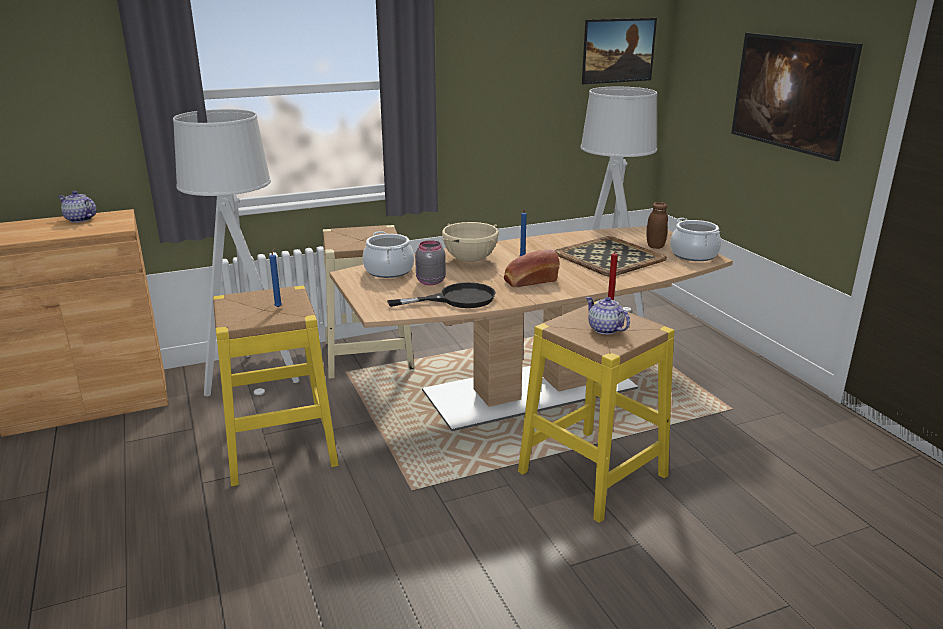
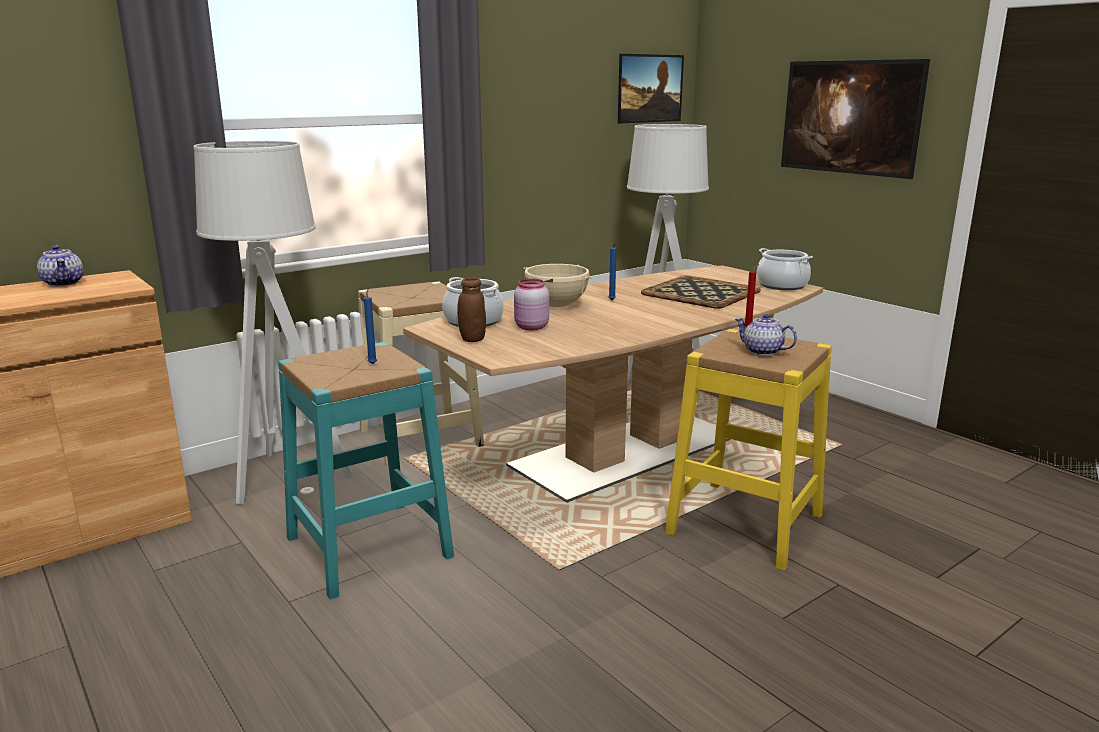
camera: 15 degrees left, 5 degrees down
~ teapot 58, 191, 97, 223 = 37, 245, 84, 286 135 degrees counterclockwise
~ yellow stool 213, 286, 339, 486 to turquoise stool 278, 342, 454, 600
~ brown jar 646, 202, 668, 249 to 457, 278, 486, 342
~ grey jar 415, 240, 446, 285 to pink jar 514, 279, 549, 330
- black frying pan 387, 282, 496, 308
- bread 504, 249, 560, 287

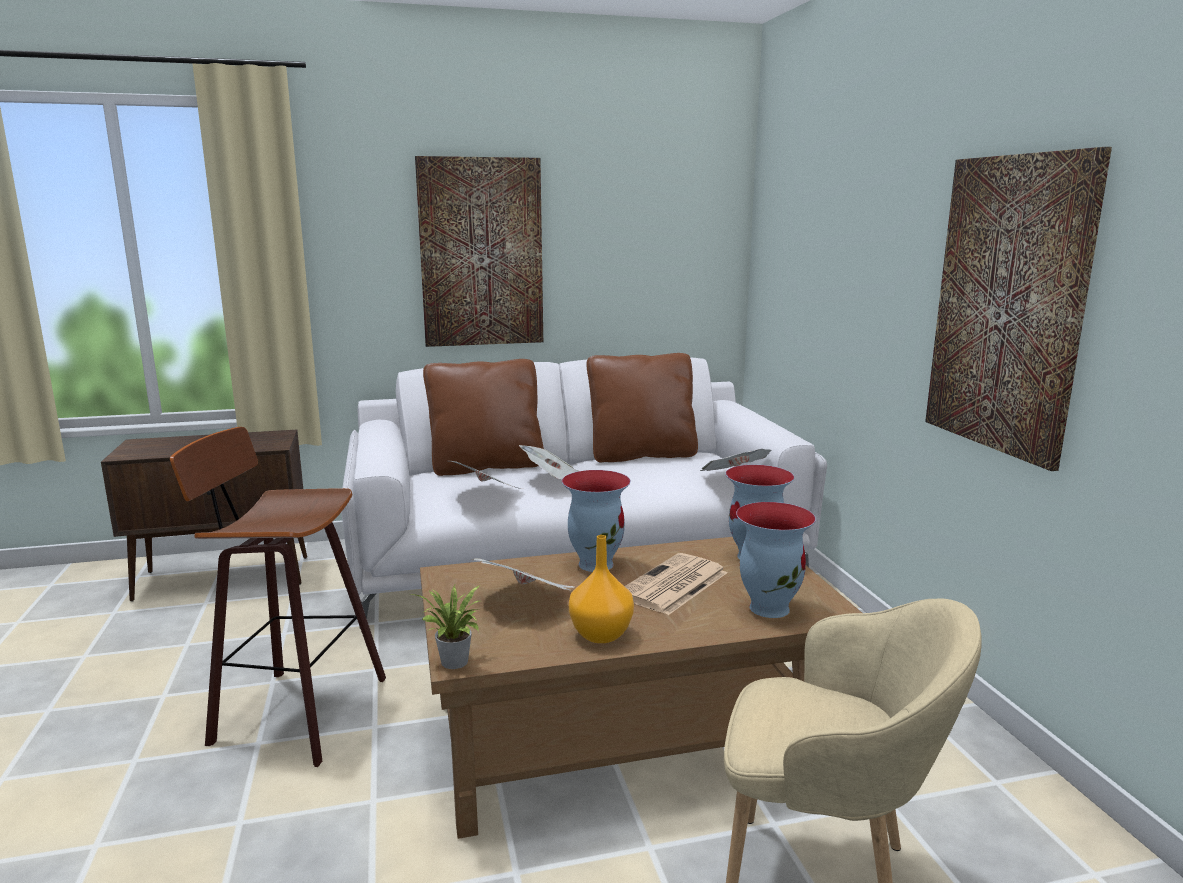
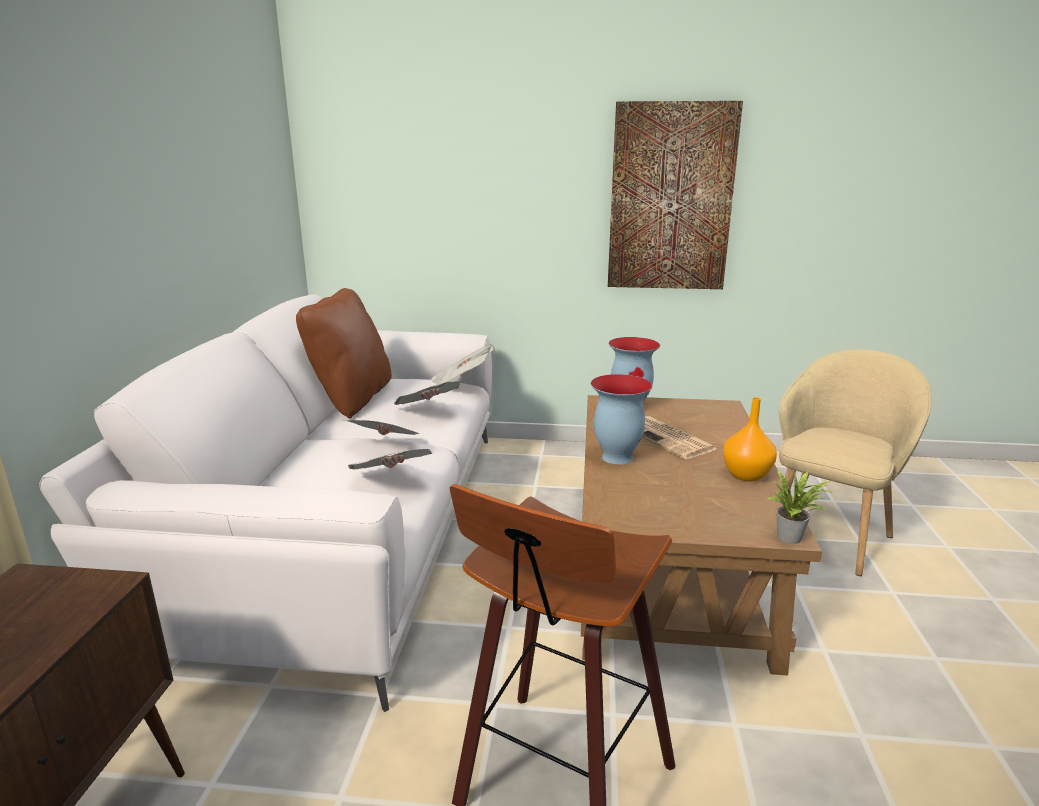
camera: 70 degrees left, 5 degrees up
~ newspaper 471, 558, 574, 590 to 394, 381, 460, 405
- picture 415, 156, 543, 347
- brown pillow 423, 359, 544, 476
- vase 736, 502, 816, 618

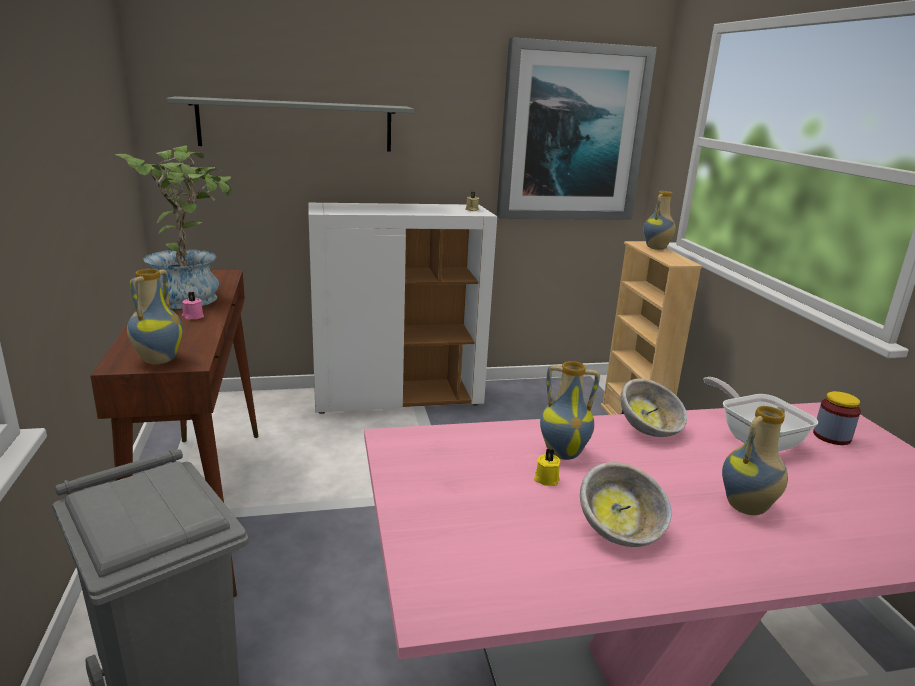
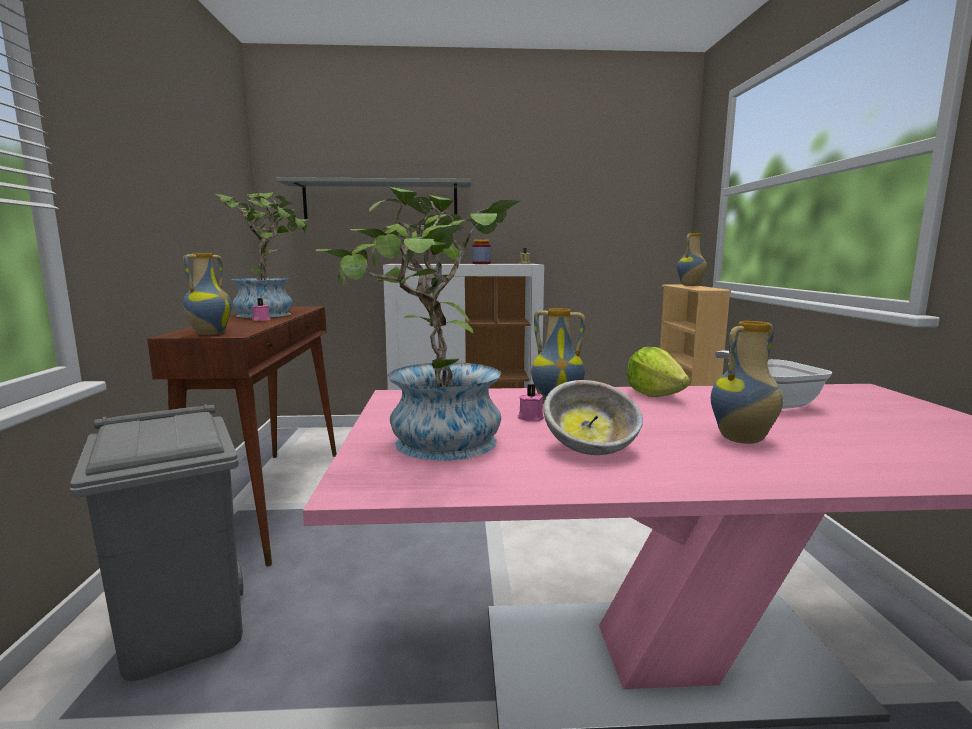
camera: 10 degrees right, 10 degrees down
+ potted plant 315, 187, 521, 461
~ jar 813, 391, 861, 445 to 472, 240, 491, 264
~ yellow candle 534, 448, 561, 486 to pink candle 517, 384, 544, 422
~ bowl 620, 378, 687, 437 to lettuce 626, 347, 690, 397
- picture 497, 37, 657, 220

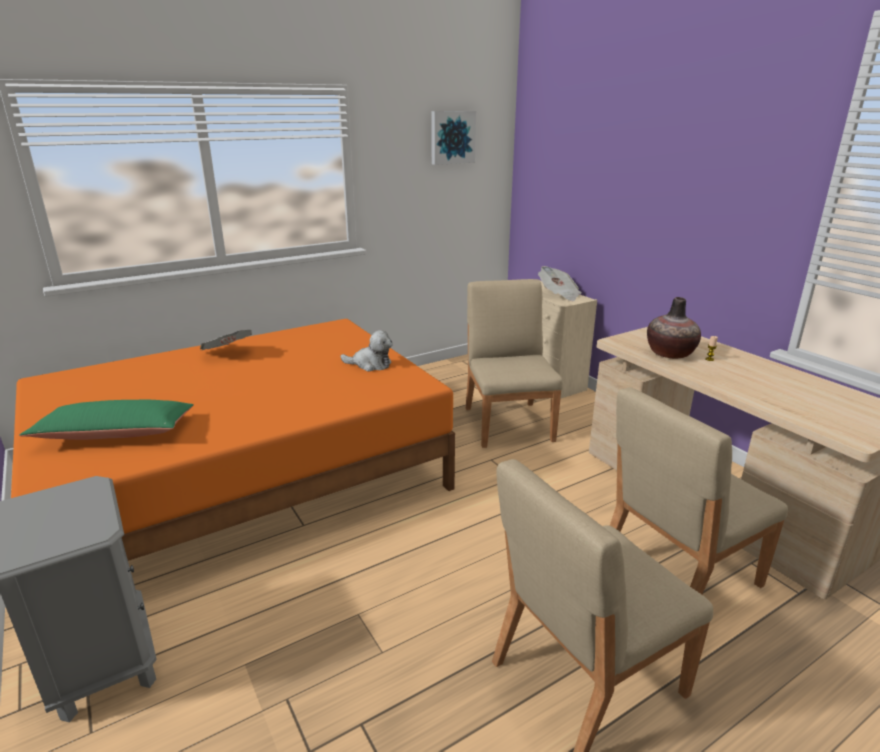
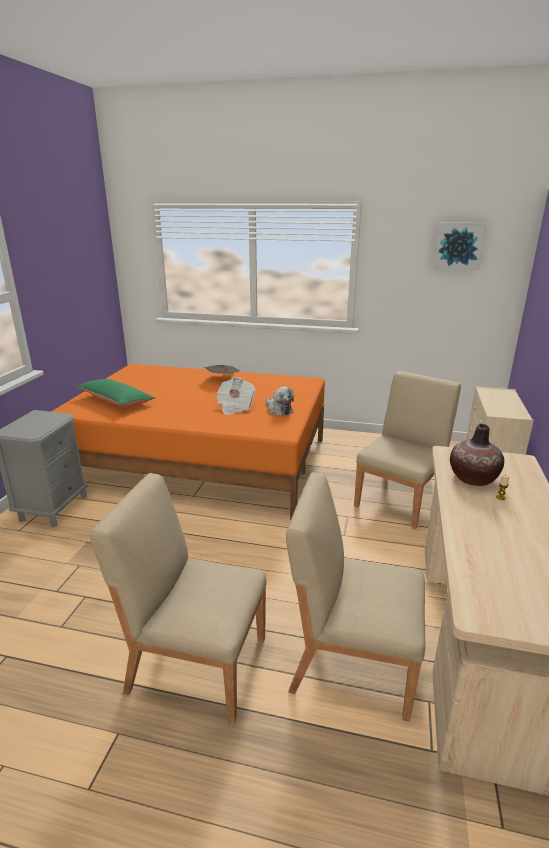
camera: 45 degrees right, 0 degrees up
~ newspaper 538, 266, 582, 301 to 216, 377, 256, 414

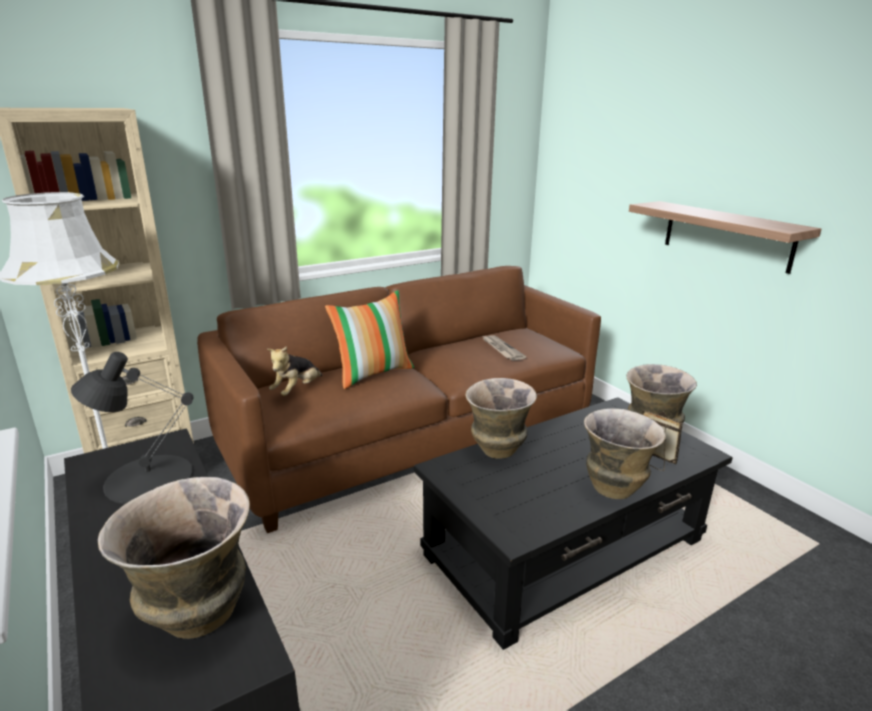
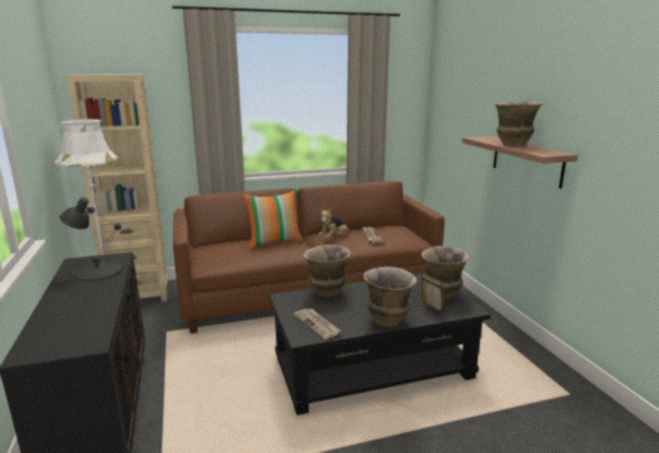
camera: 15 degrees right, 5 degrees down
+ newspaper 294, 309, 341, 340
~ plush toy 267, 346, 322, 396 to 318, 208, 350, 238
~ vase 98, 477, 250, 639 to 495, 101, 542, 147

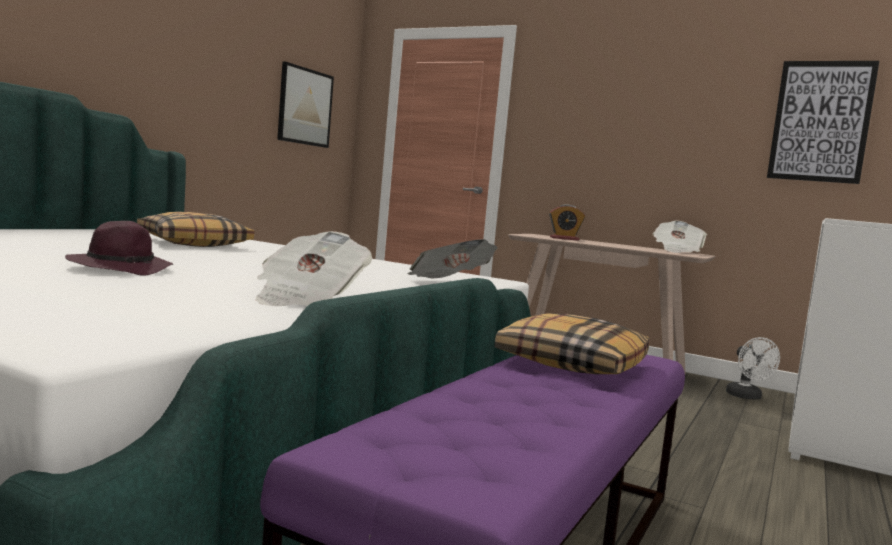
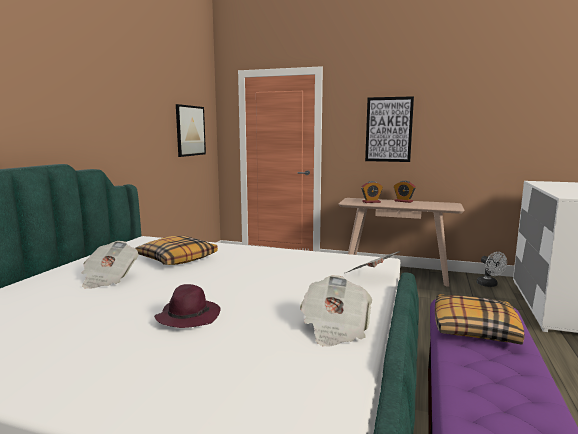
camera: 10 degrees left, 5 degrees up
~ newspaper 653, 220, 707, 253 to 82, 241, 138, 289
~ picture 767, 61, 879, 184 to 365, 96, 414, 162
+ alarm clock 394, 181, 415, 203

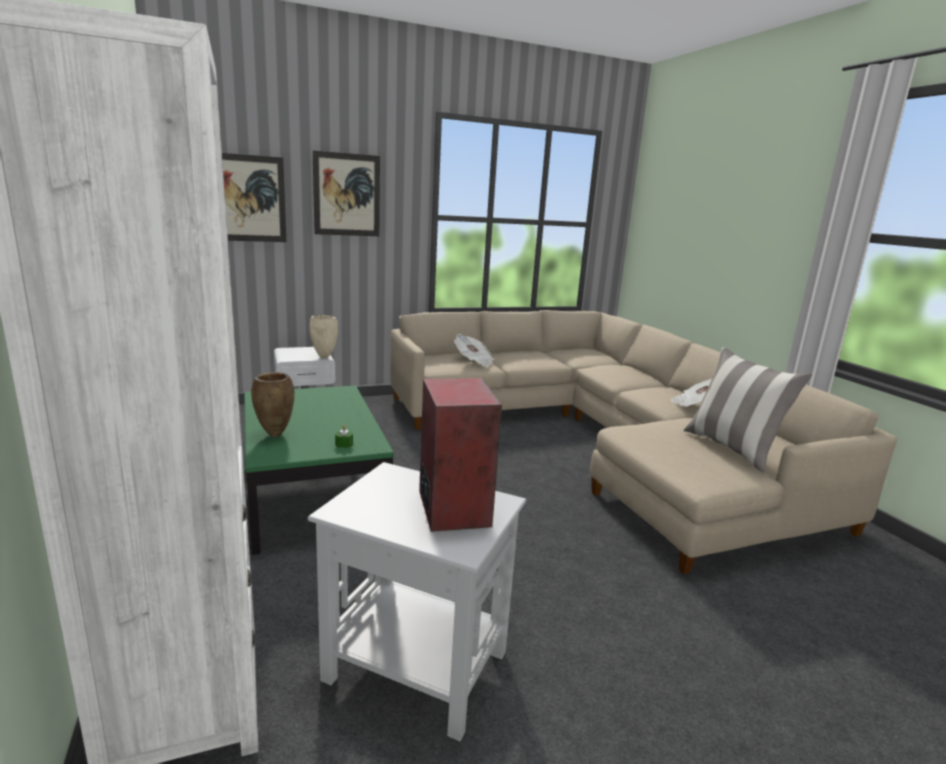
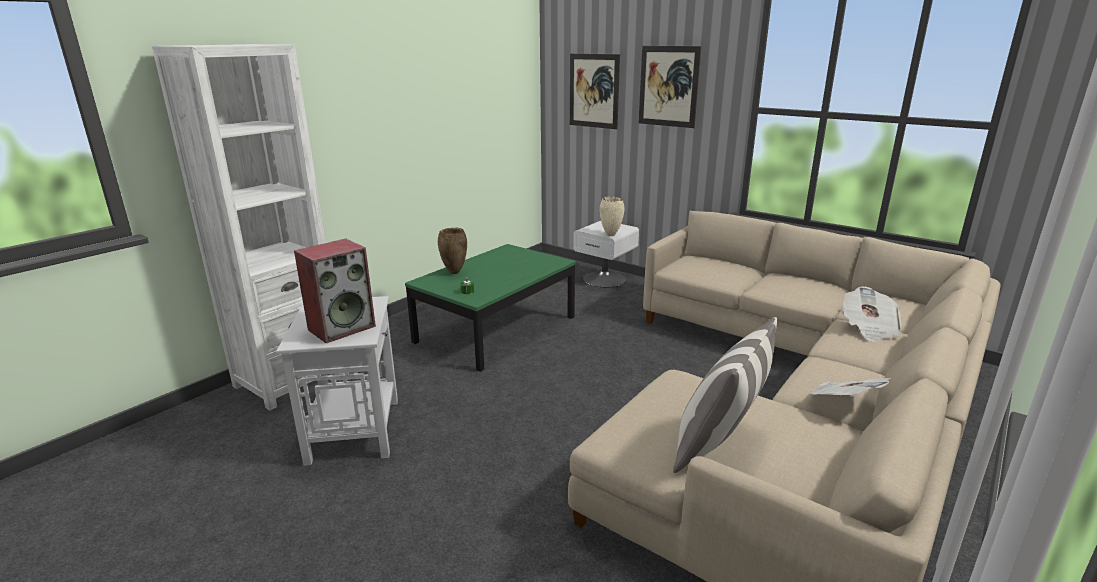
camera: 60 degrees right, 5 degrees up
~ newspaper 454, 334, 494, 367 to 842, 286, 901, 341

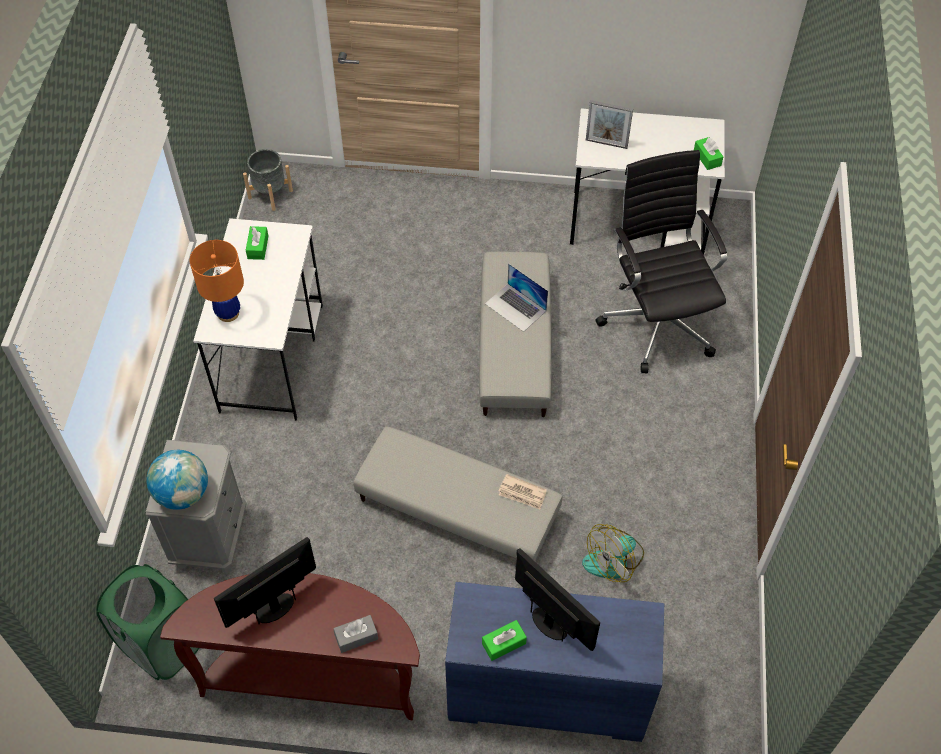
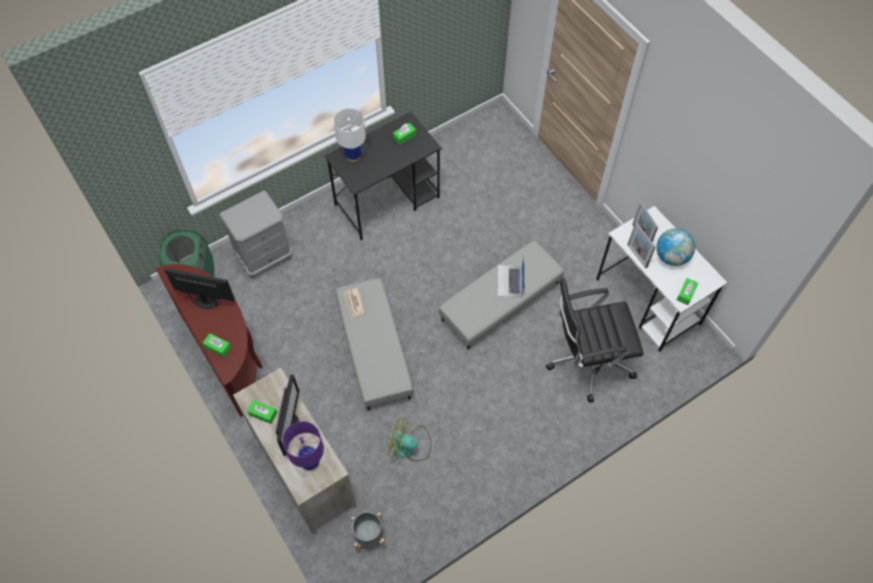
camera: 50 degrees right, 5 degrees up
~ grey tissue box 333, 615, 378, 653 to green tissue box 203, 333, 231, 357
~ blue dresser 445, 582, 664, 742 to beige dresser 233, 368, 357, 534
+ purple table lamp 282, 421, 324, 471
~ white desk 193, 218, 323, 421 to black desk 324, 112, 442, 240
~ orange table lamp 190, 240, 244, 322 to white table lamp 333, 108, 366, 162
~ newspaper 499, 474, 547, 510 to 344, 288, 365, 317
~ grey planter 243, 149, 293, 211 to 351, 511, 386, 553
~ black office chair 596, 150, 727, 373 = 546, 278, 644, 403 135 degrees counterclockwise
+ picture frame 627, 222, 656, 268
~ globe 147, 450, 208, 510 to 656, 229, 695, 266

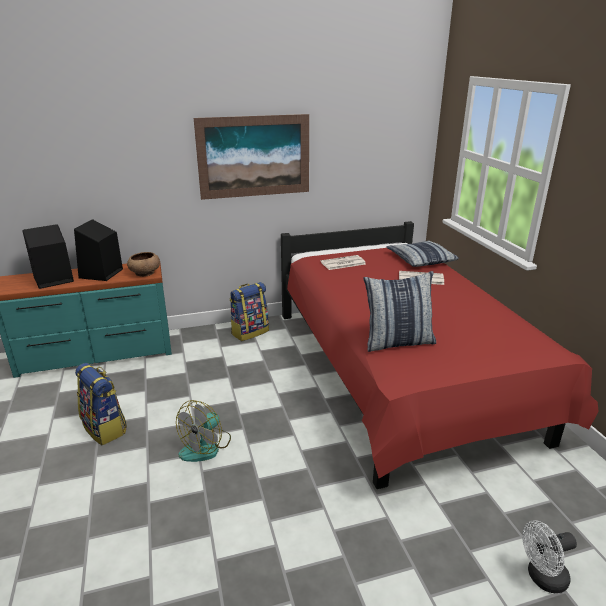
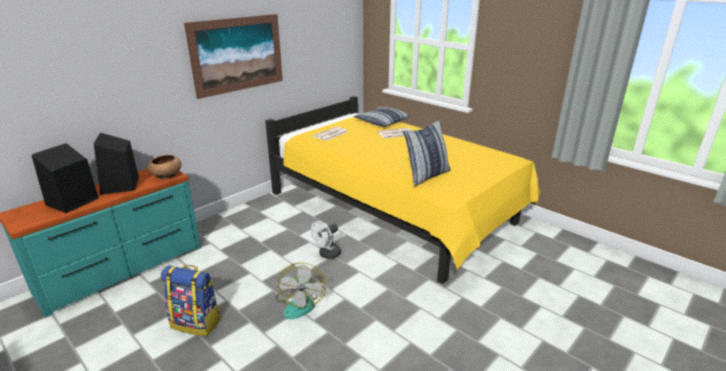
camera: 30 degrees left, 0 degrees up
~ red bed 281, 221, 599, 489 to yellow bed 265, 96, 540, 284
~ white fan 522, 520, 577, 593 to 311, 221, 341, 259
- backpack 230, 282, 269, 341

